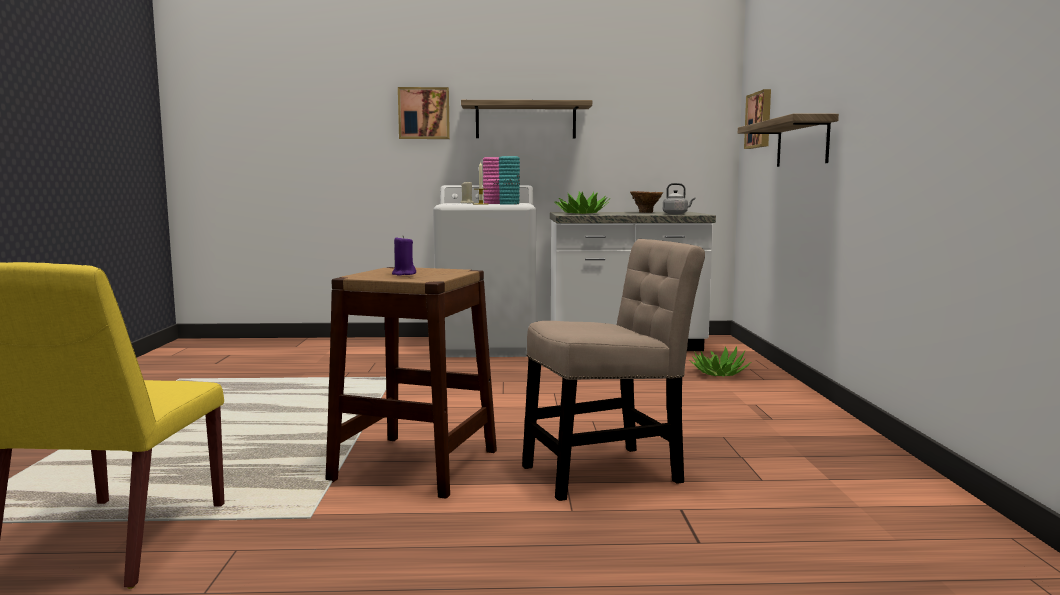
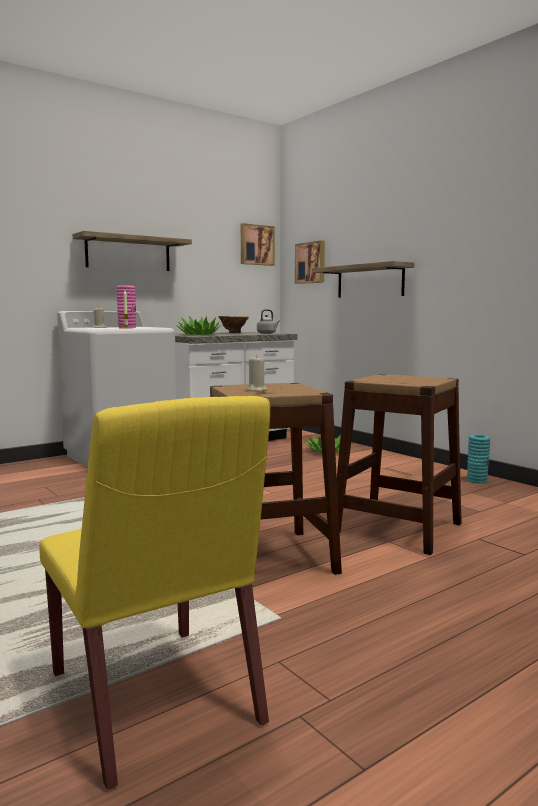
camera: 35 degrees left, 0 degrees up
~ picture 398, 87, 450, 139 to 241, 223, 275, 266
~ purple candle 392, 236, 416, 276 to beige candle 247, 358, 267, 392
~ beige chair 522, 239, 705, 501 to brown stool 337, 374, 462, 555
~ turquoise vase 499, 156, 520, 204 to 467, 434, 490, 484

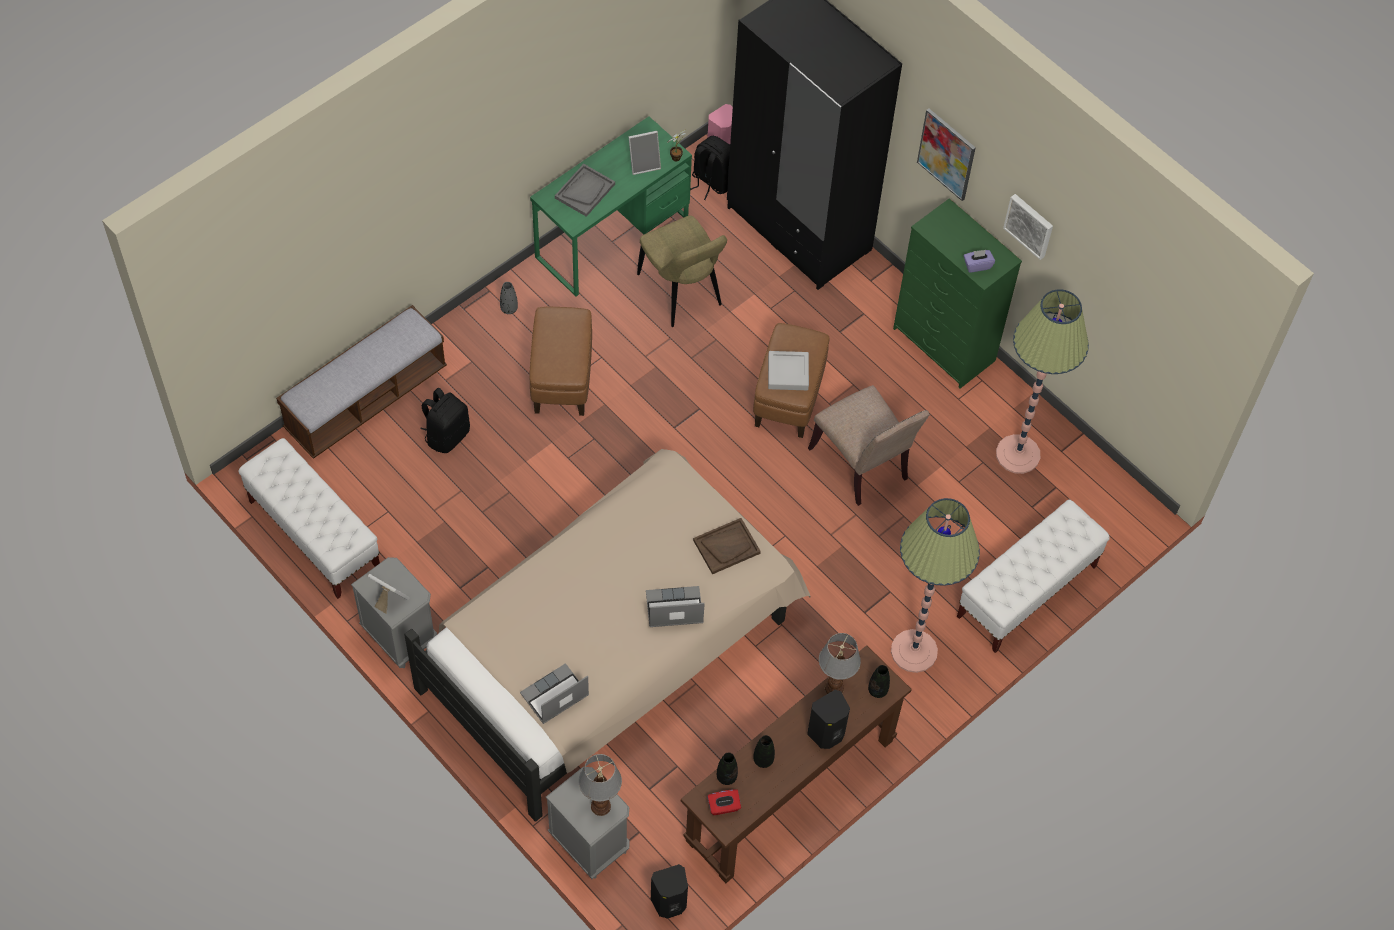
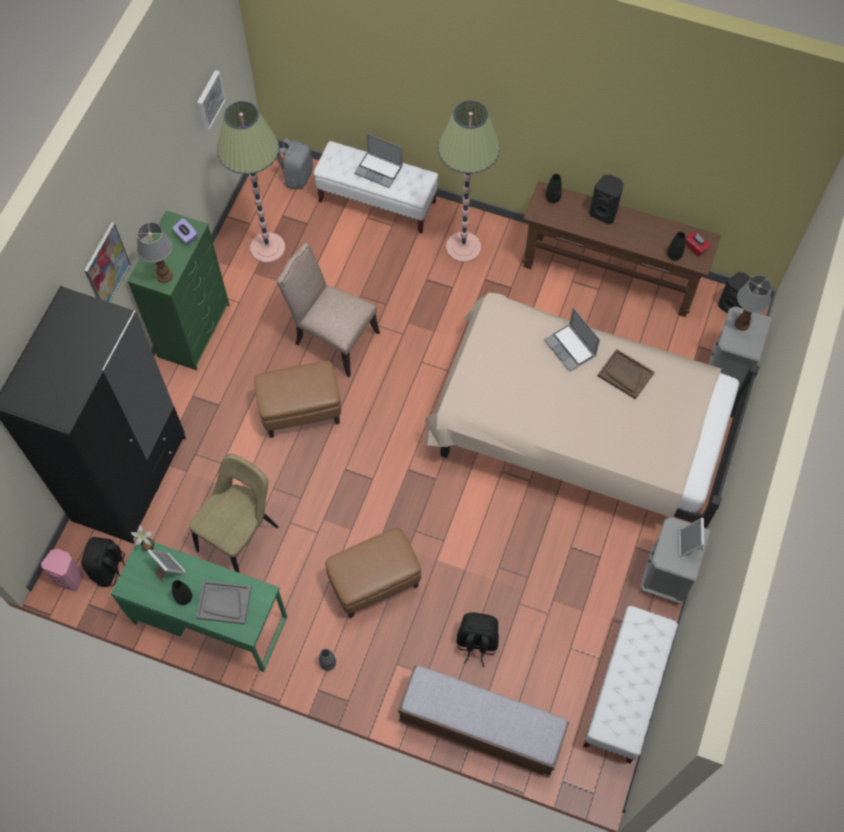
camera: 115 degrees left, 5 degrees up
~ table lamp 819, 633, 861, 694 to 137, 222, 173, 283
~ black vase 753, 735, 775, 768 to 172, 580, 192, 605
~ picture 1003, 194, 1053, 260 to 197, 70, 226, 131
+ grey backpack 276, 138, 313, 189
~ beige chair 808, 385, 930, 506 = 277, 243, 380, 377 90 degrees counterclockwise
~ laptop 520, 663, 589, 724 to 354, 133, 403, 188
~ brown tray 693, 518, 761, 574 to 598, 349, 654, 399
- grey tray 768, 351, 809, 390

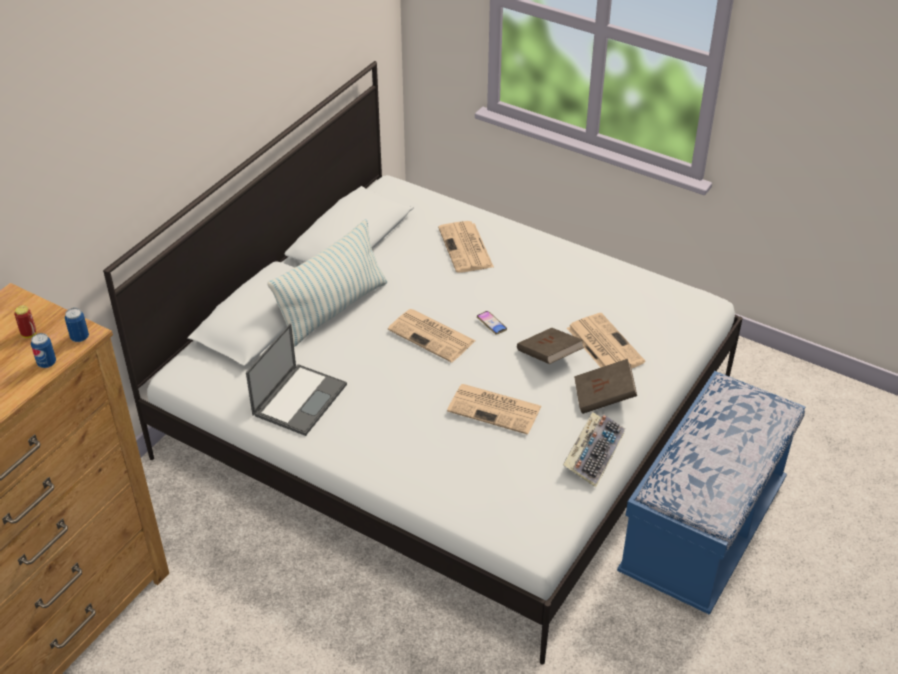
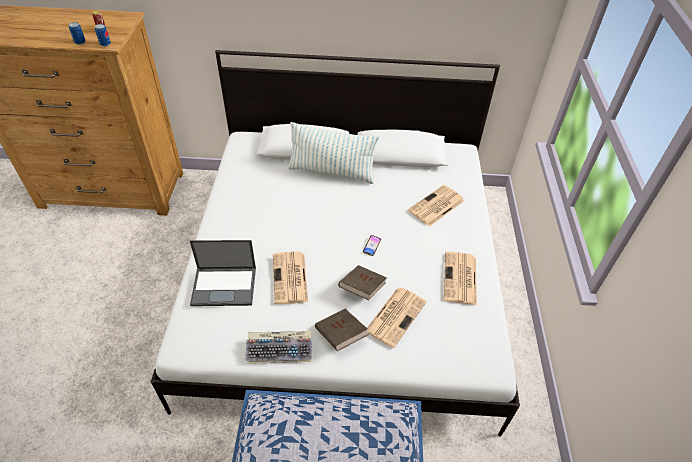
camera: 60 degrees right, 5 degrees up
~ laptop 246, 323, 347, 436 to 190, 240, 256, 306
~ newspaper 388, 309, 475, 362 to 444, 251, 477, 305

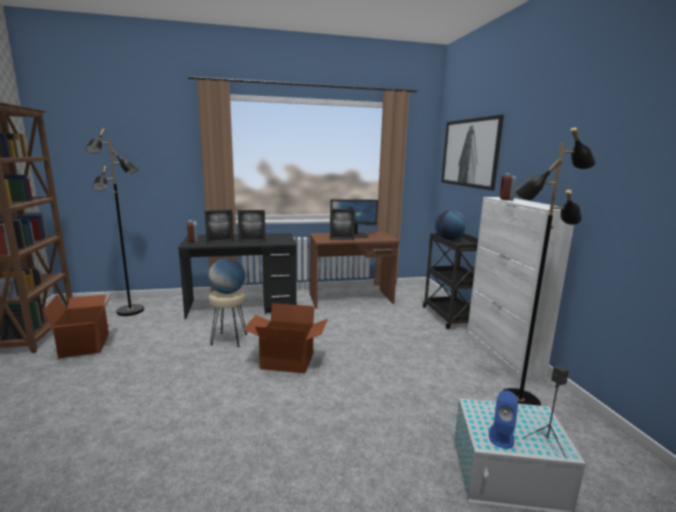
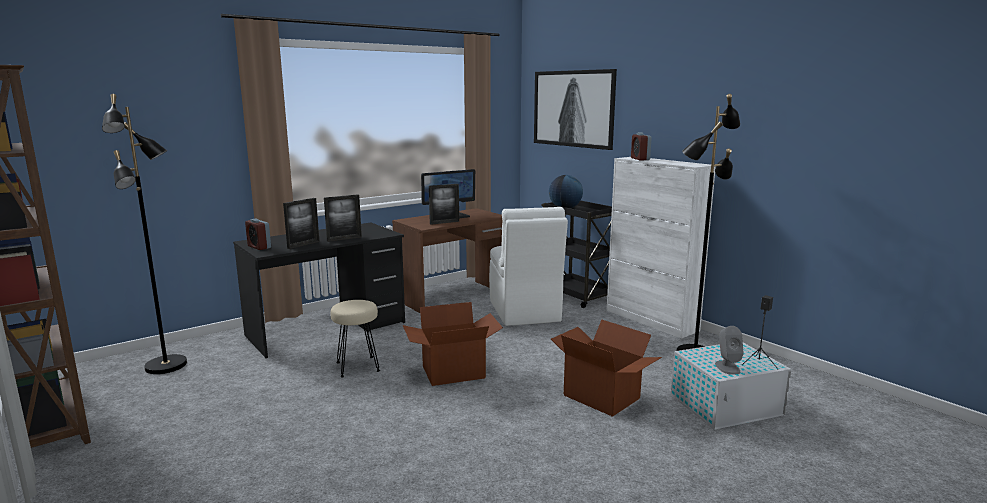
camera: 25 degrees left, 0 degrees up
+ white chair 489, 207, 568, 326
~ cardboard box 43, 293, 113, 358 to 551, 320, 662, 417
~ blue speaker 489, 390, 518, 449 to grey speaker 715, 326, 744, 375
- globe 208, 258, 245, 294

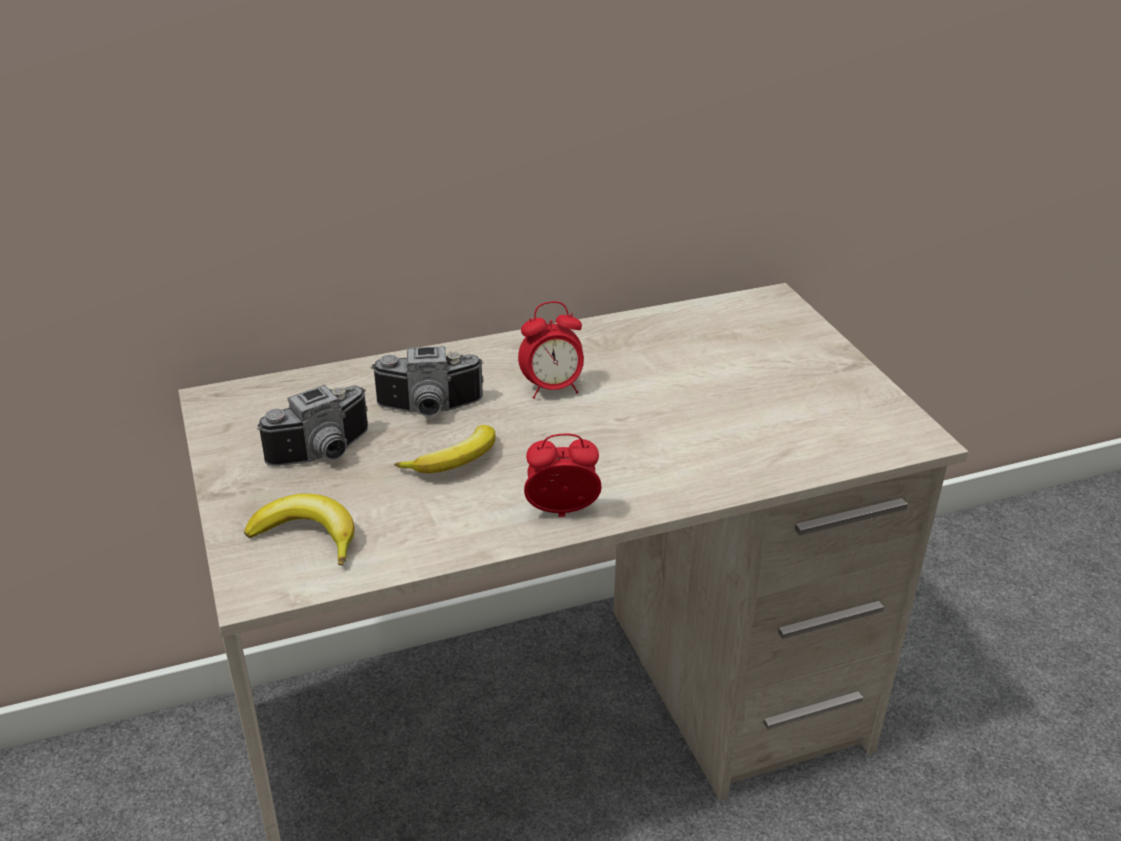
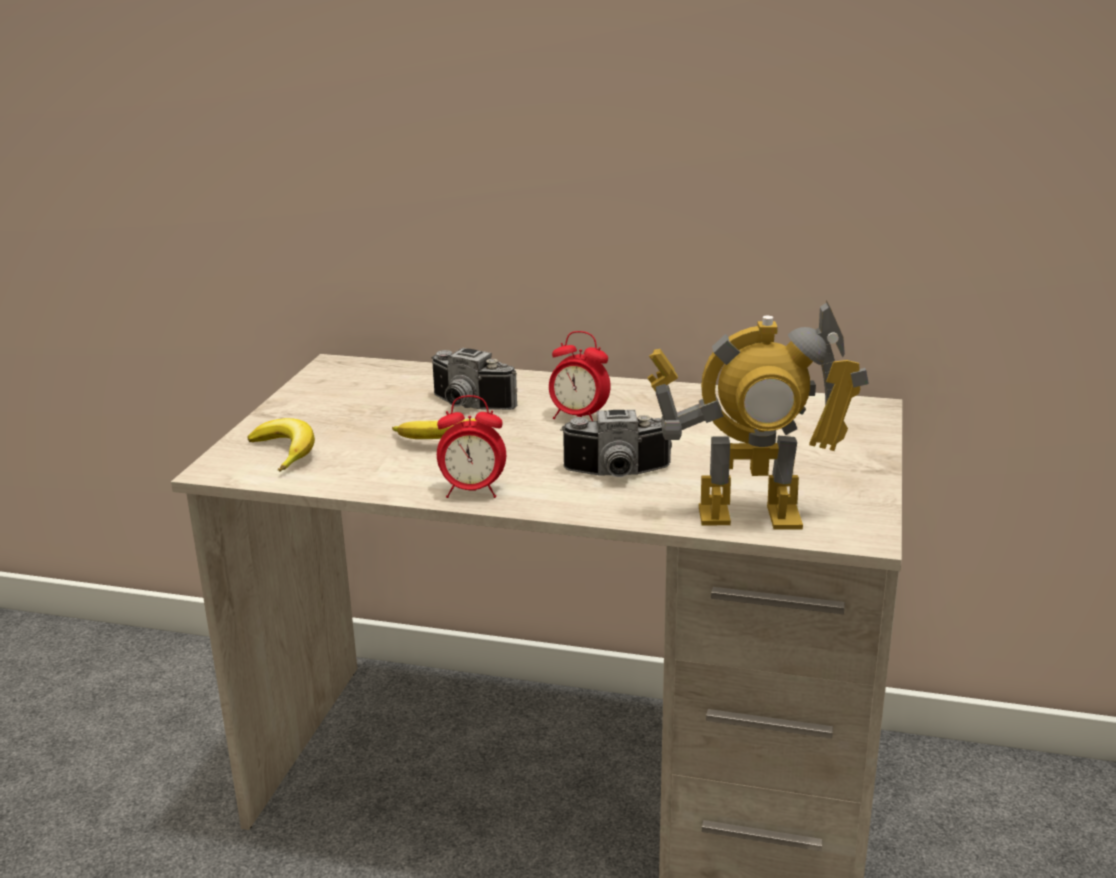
camera: 35 degrees right, 10 degrees down
~ alarm clock 524, 434, 601, 517 = 437, 395, 506, 498 150 degrees clockwise
~ photo camera 257, 385, 368, 466 to 560, 410, 672, 477
+ toy robot 648, 300, 869, 530

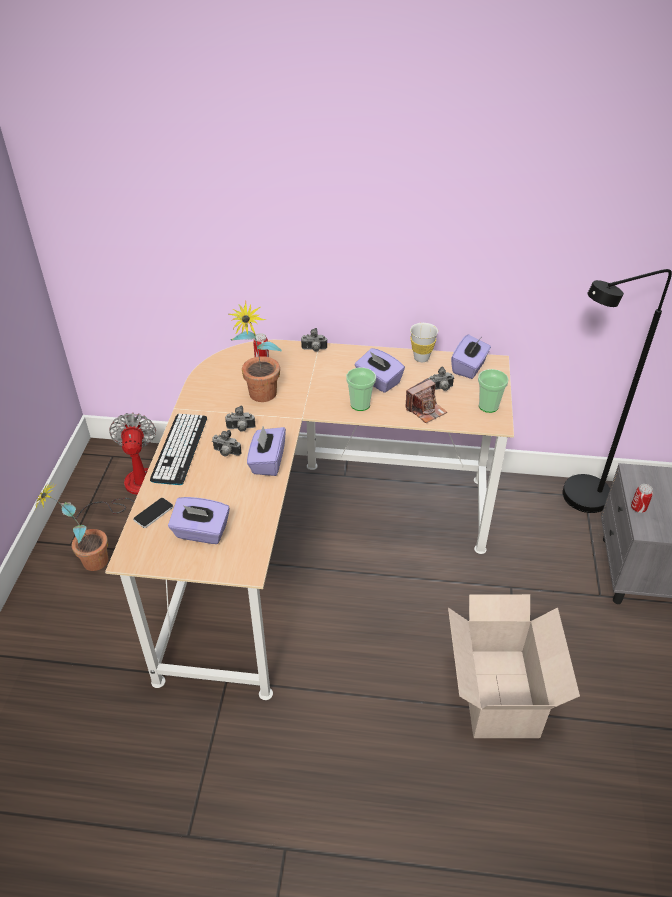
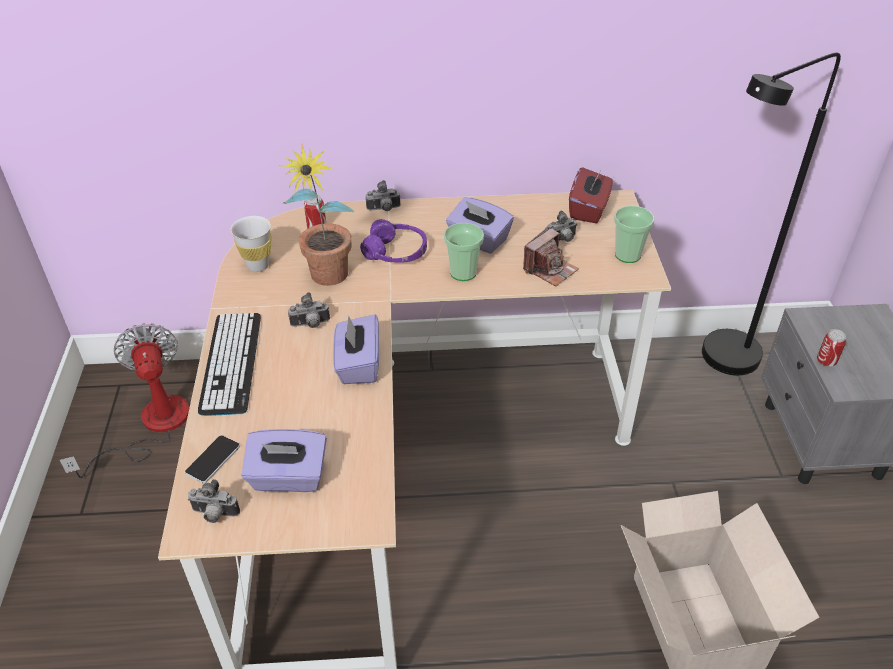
camera: 10 degrees left, 0 degrees up
~ photo camera 212, 430, 242, 457 to 188, 479, 240, 523
~ white cup 410, 323, 438, 362 to 230, 216, 271, 272
+ purple headphones 360, 219, 427, 263
~ purple tissue box 451, 335, 491, 379 to red tissue box 569, 167, 613, 223
- potted plant 35, 482, 108, 571

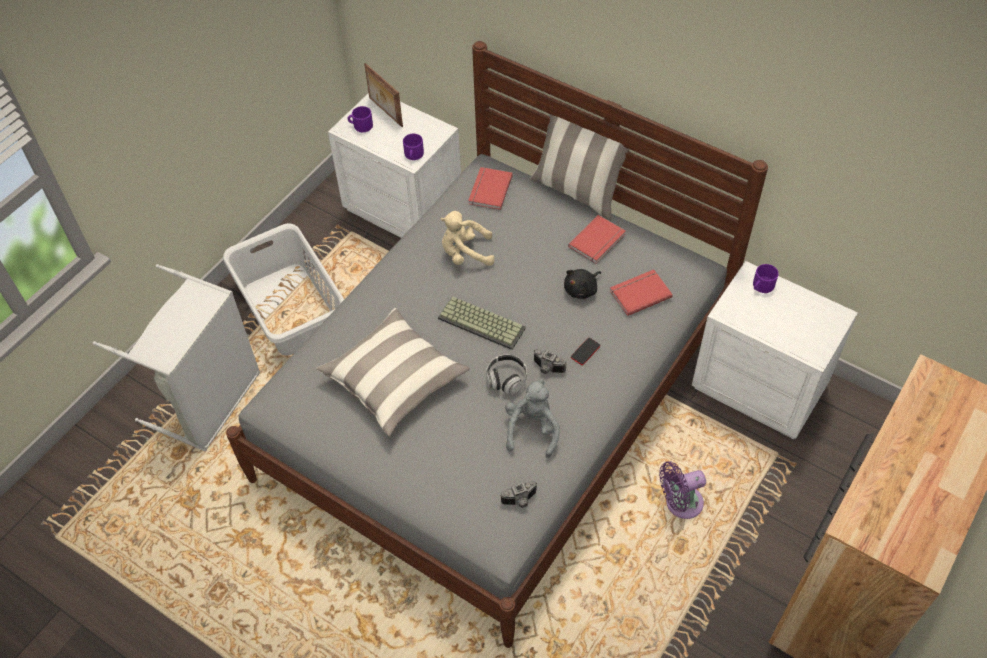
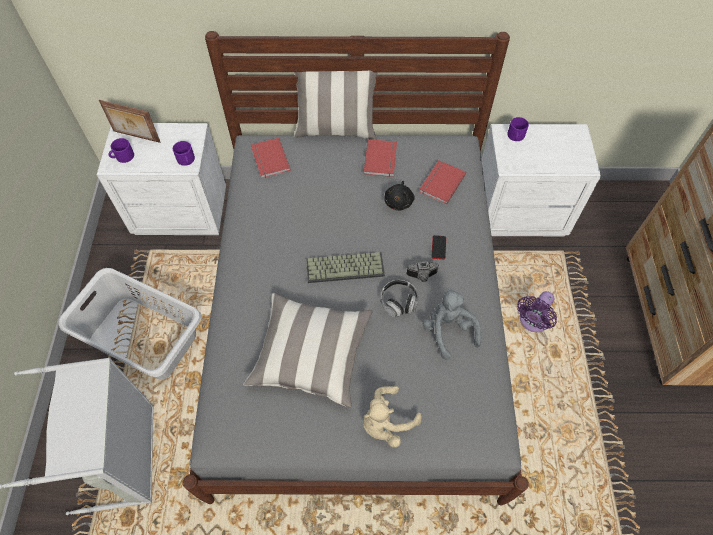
camera: 35 degrees left, 5 degrees up
~ beige plush toy 440, 211, 494, 266 to 363, 386, 422, 448
- photo camera 500, 481, 537, 508

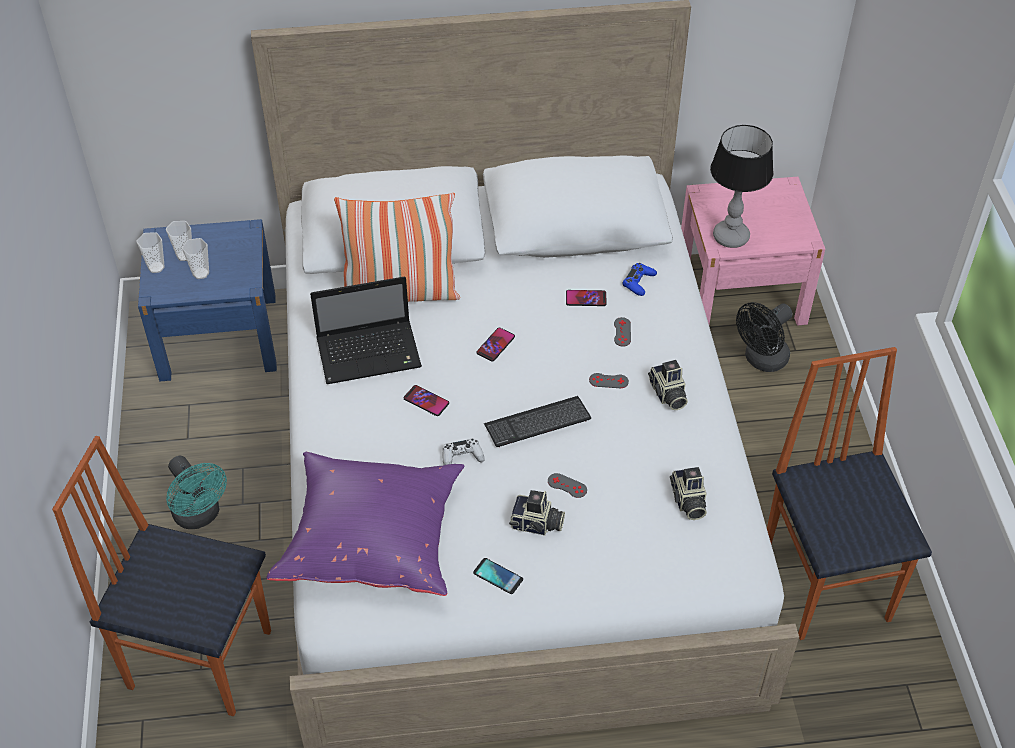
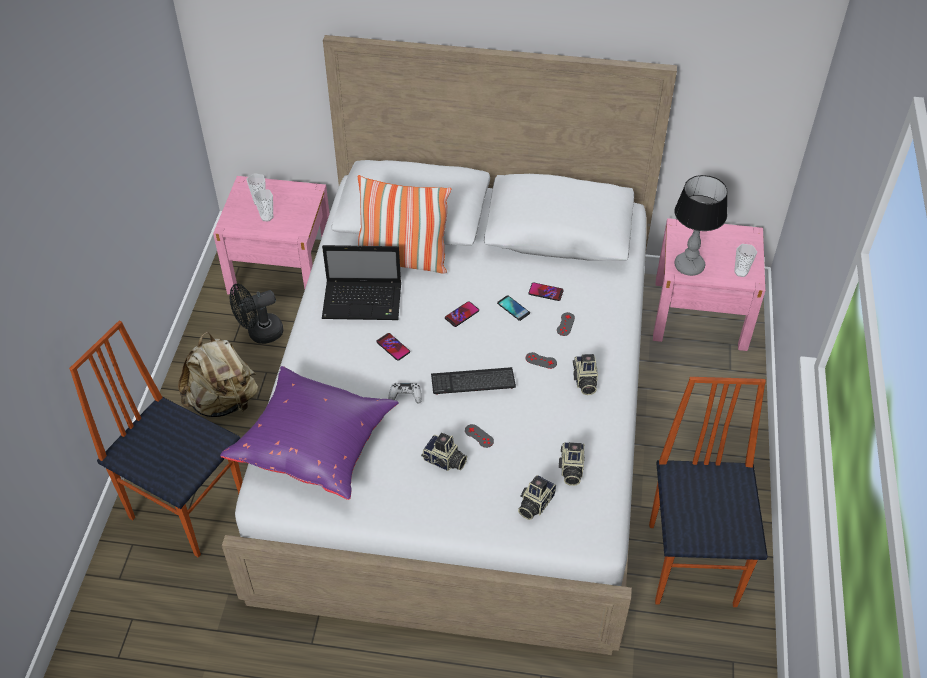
camera: 15 degrees right, 0 degrees up
~ turquoise fan 166, 456, 227, 529 to beige backpack 178, 332, 258, 417
~ blue nightstand 138, 219, 277, 381 to pink nightstand 213, 176, 330, 295
~ black fan 736, 302, 793, 372 to 229, 284, 283, 344
~ phone 473, 558, 523, 594 to 497, 295, 530, 321
+ photo camera 518, 475, 556, 520
~ cup 136, 232, 165, 273 to 734, 244, 757, 277
- blue game controller 622, 263, 657, 296

